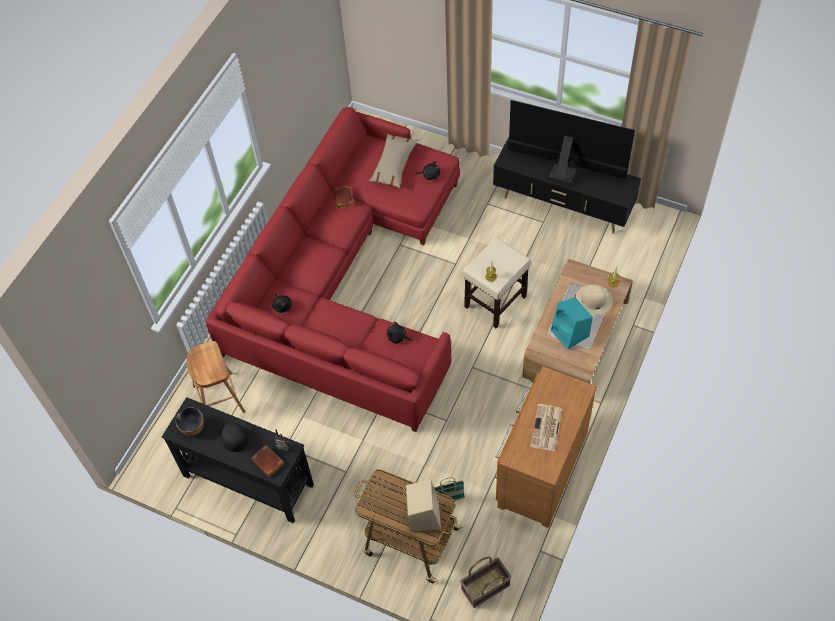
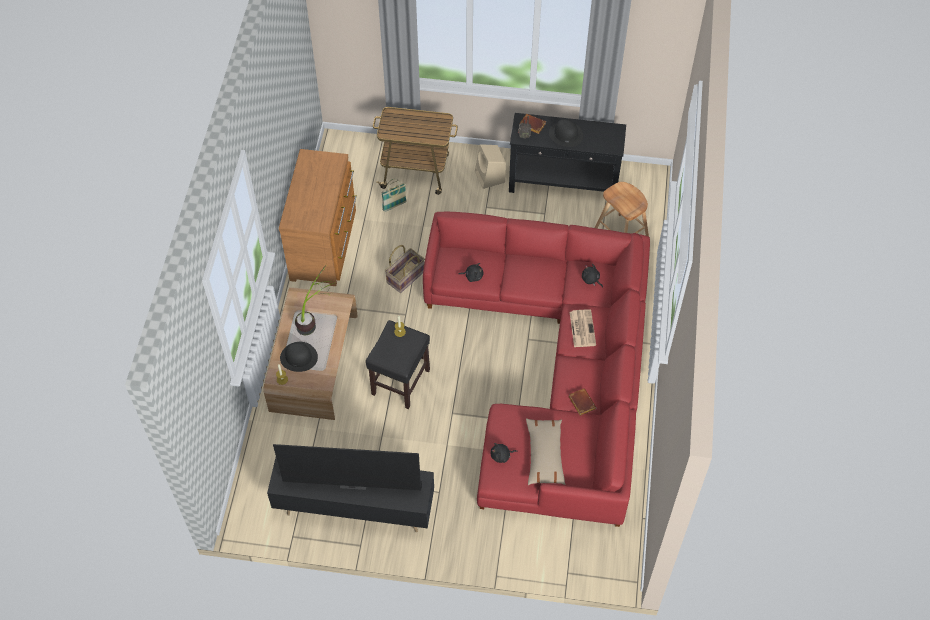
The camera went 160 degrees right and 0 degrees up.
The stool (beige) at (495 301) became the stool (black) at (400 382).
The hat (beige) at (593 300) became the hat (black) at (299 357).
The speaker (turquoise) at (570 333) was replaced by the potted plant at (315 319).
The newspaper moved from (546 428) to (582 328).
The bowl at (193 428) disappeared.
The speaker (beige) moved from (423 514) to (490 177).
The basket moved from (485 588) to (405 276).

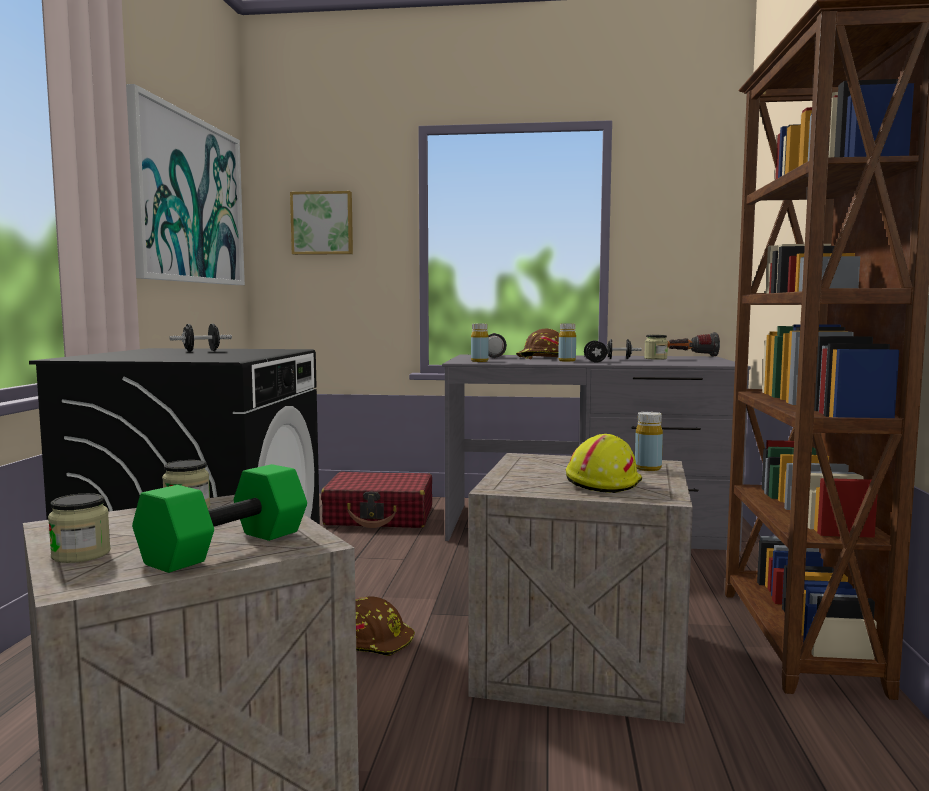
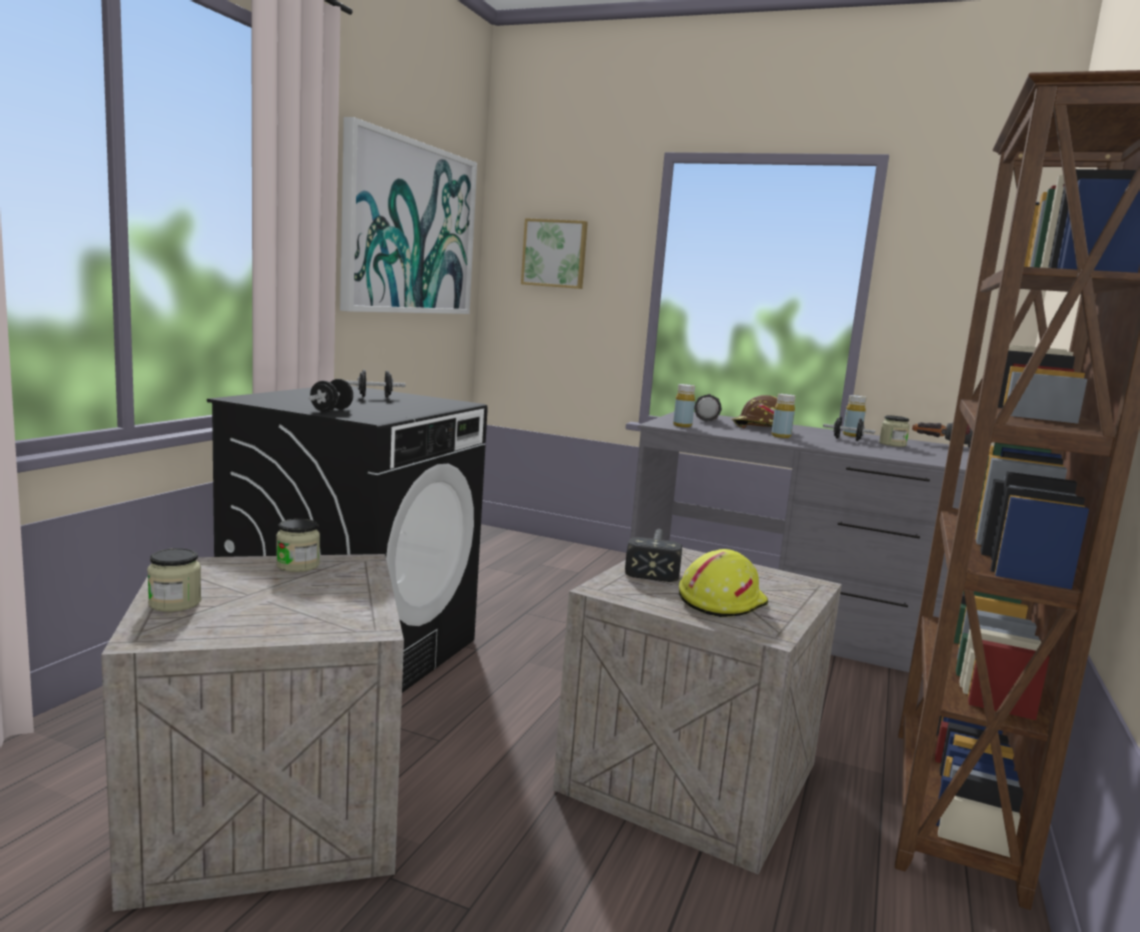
The camera went 15 degrees right and 5 degrees up.
The dumbbell (black) moved from (595 361) to (331 410).
The bottle (yellow) moved from (648 468) to (851 435).
The dumbbell (green) at (225 546) disappeared.
The suitcase (red) at (380 516) disappeared.
The hard hat (brown) at (377 640) disappeared.
The hammer at (654 561) appeared.

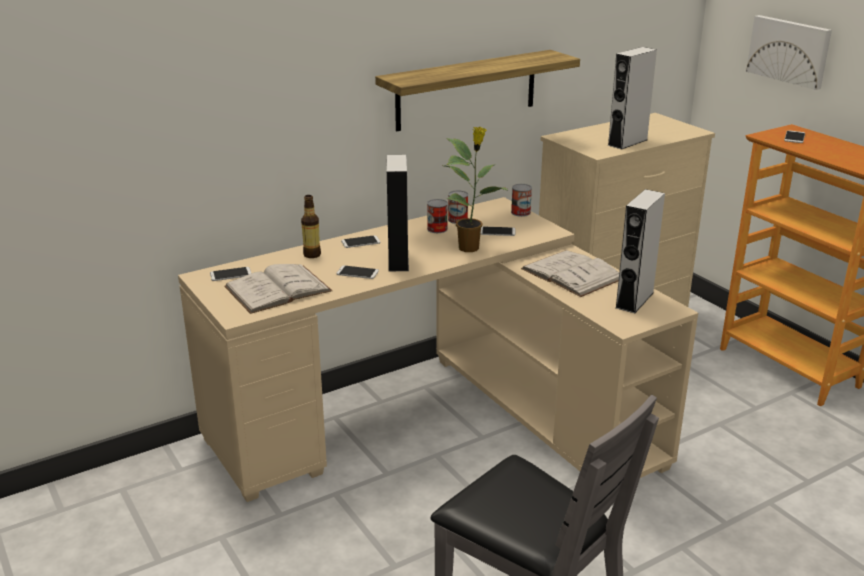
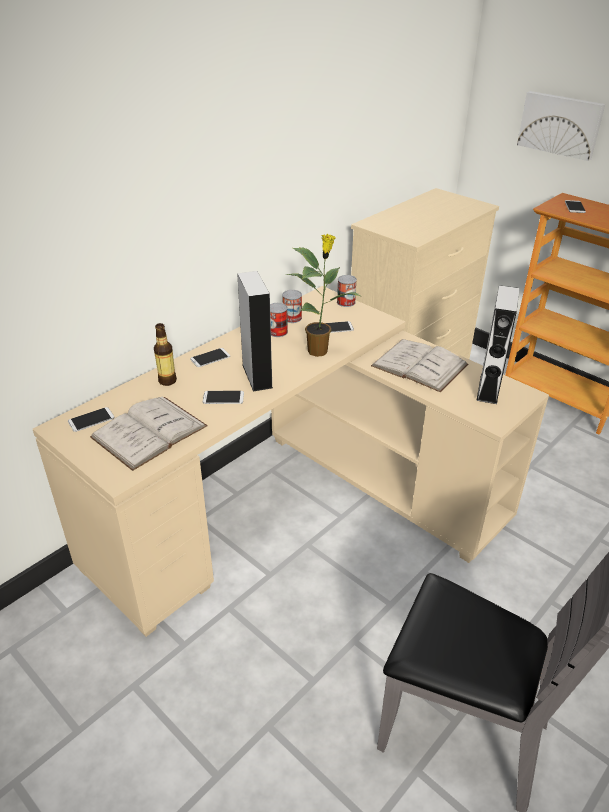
The camera went 15 degrees left and 10 degrees up.
The speaker (grey) at (627 142) disappeared.
The shelf at (466 90) disappeared.

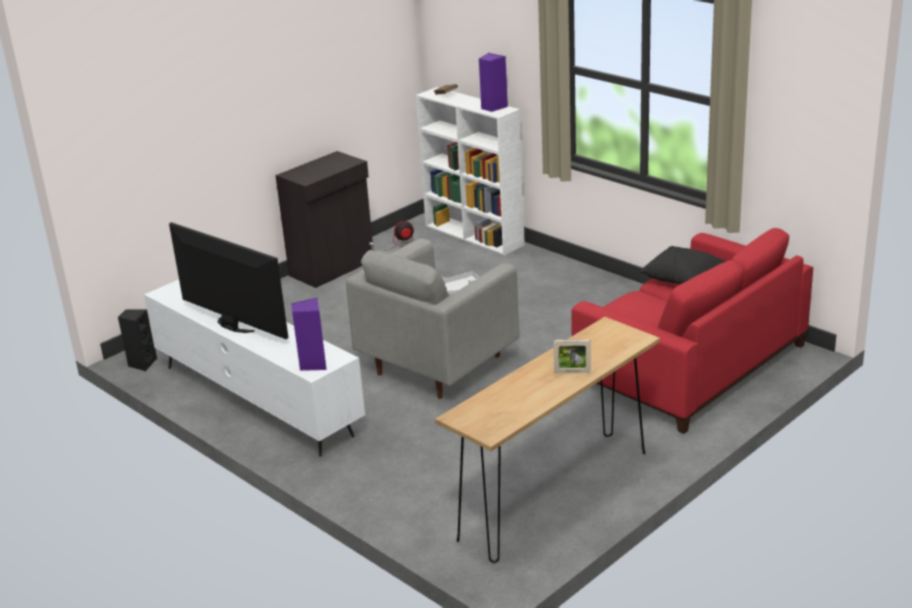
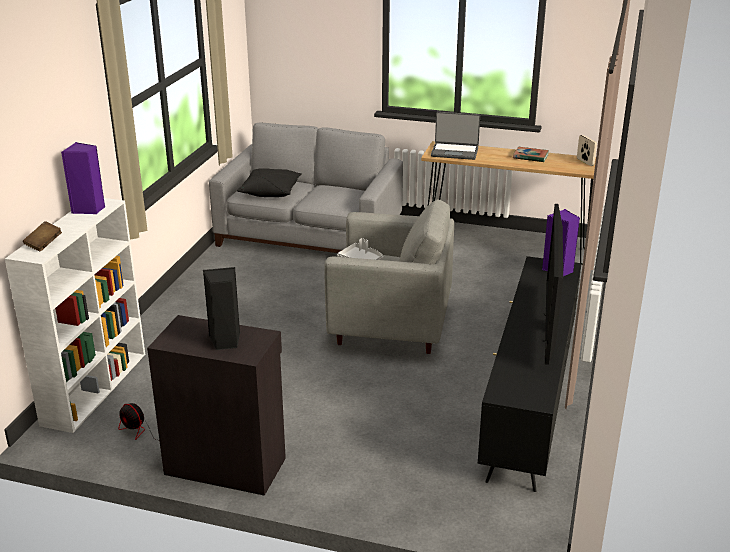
The camera went 120 degrees left and 0 degrees up.
The sofa (red) at (689 365) became the sofa (grey) at (309 235).
The tv stand (white) at (258 400) became the tv stand (black) at (529 402).
The speaker (black) moved from (142 364) to (225 341).
The picture frame moved from (572 372) to (585 162).
The laptop at (455 152) appeared.
The book at (530 157) appeared.

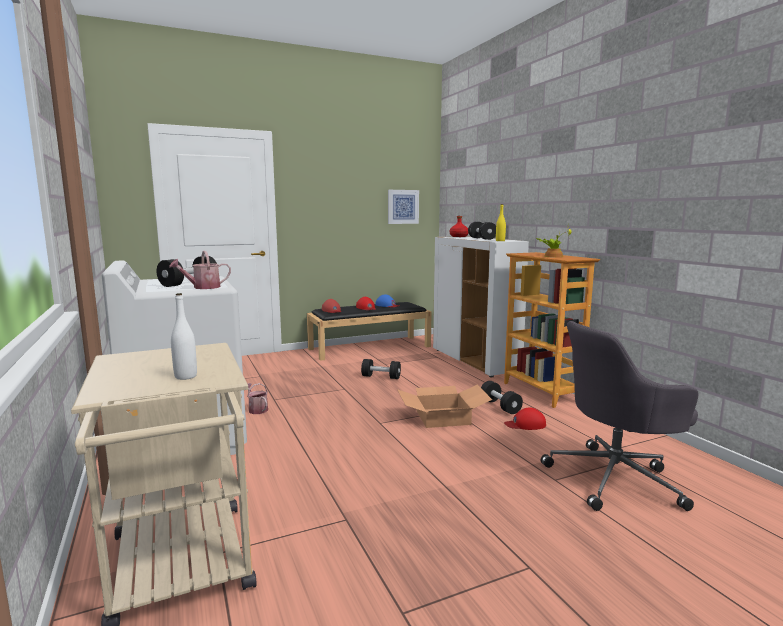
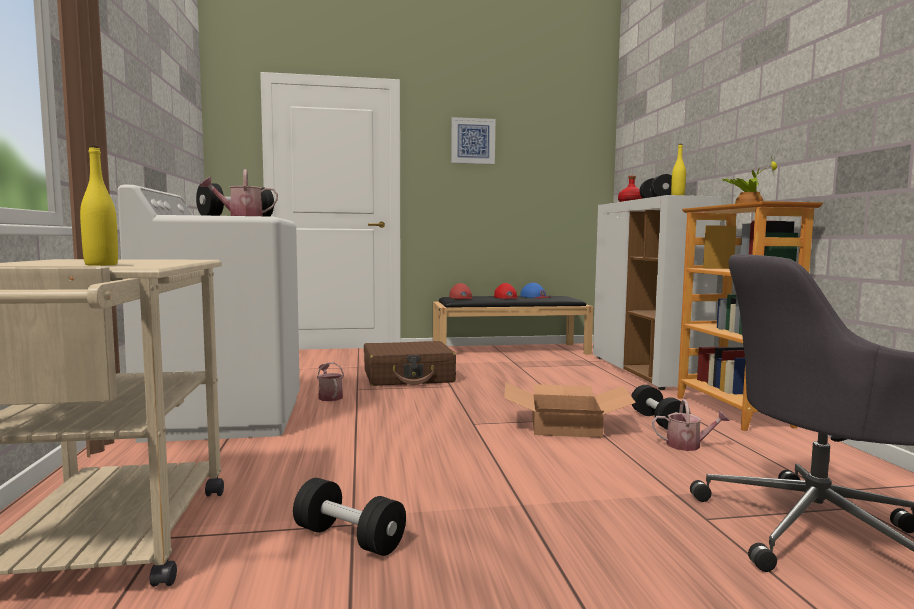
The camera went 15 degrees right and 5 degrees down.
The picture moved from (403 206) to (472 141).
The bottle (white) at (185 376) became the bottle (yellow) at (101 264).
The dumbbell (black) moved from (381 377) to (349 538).
The cap (red) at (525 424) was replaced by the watering can at (688 445).
The suitcase (brown) at (408 377) appeared.

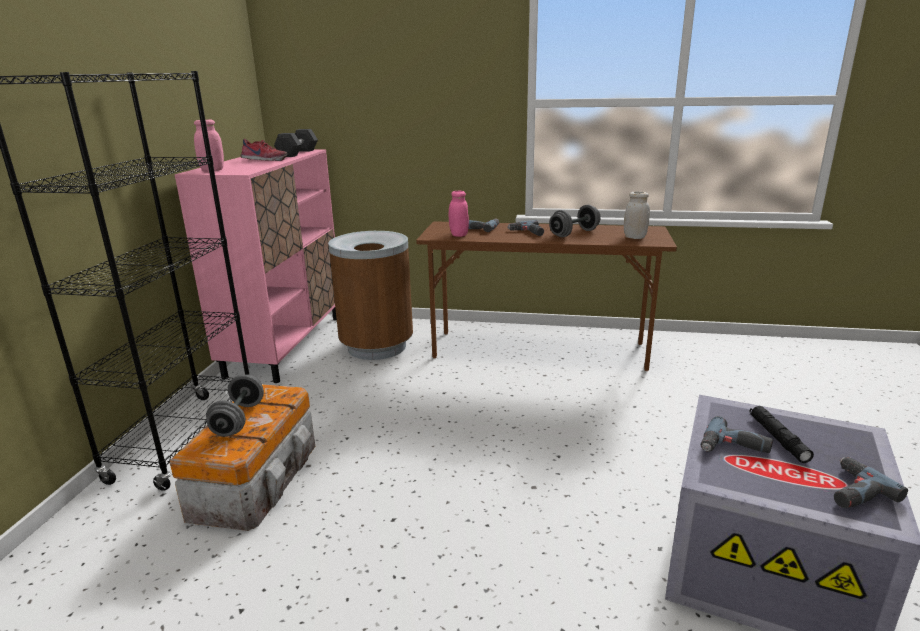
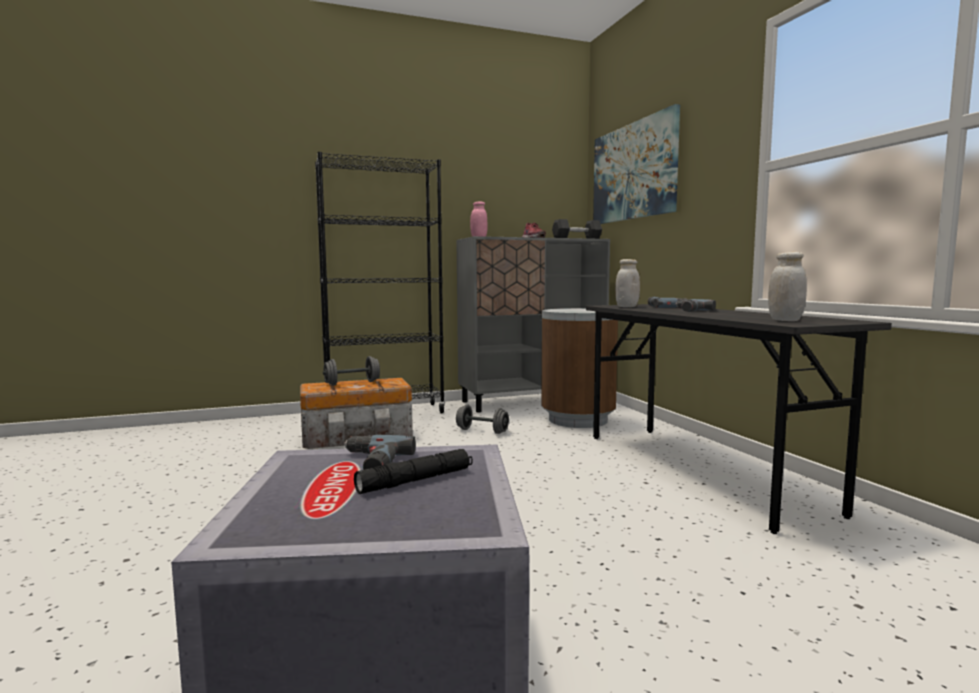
The camera went 60 degrees right and 15 degrees down.
The cabinet (pink) at (286 345) became the cabinet (grey) at (532 401).
The jar (pink) at (459 235) became the jar (white) at (627 307).
The dumbbell (grey) moved from (574 233) to (482 431).
The desk (brown) at (539 350) became the desk (grey) at (698 470).
The power drill at (851 490) disappeared.
The picture at (633 172) appeared.

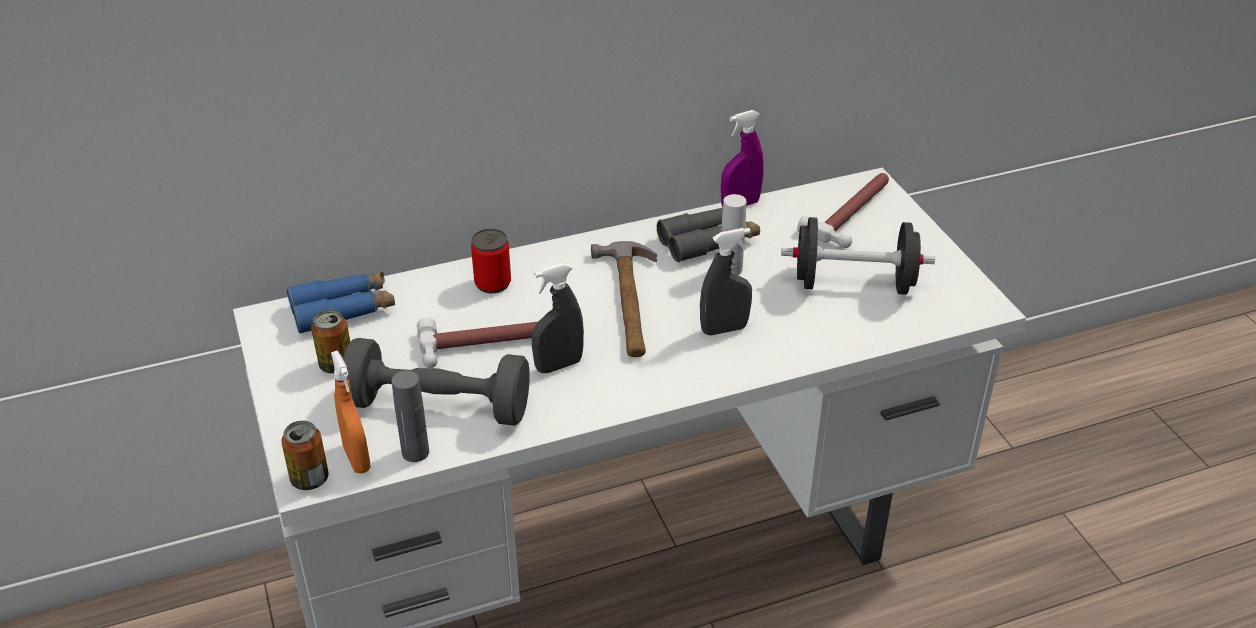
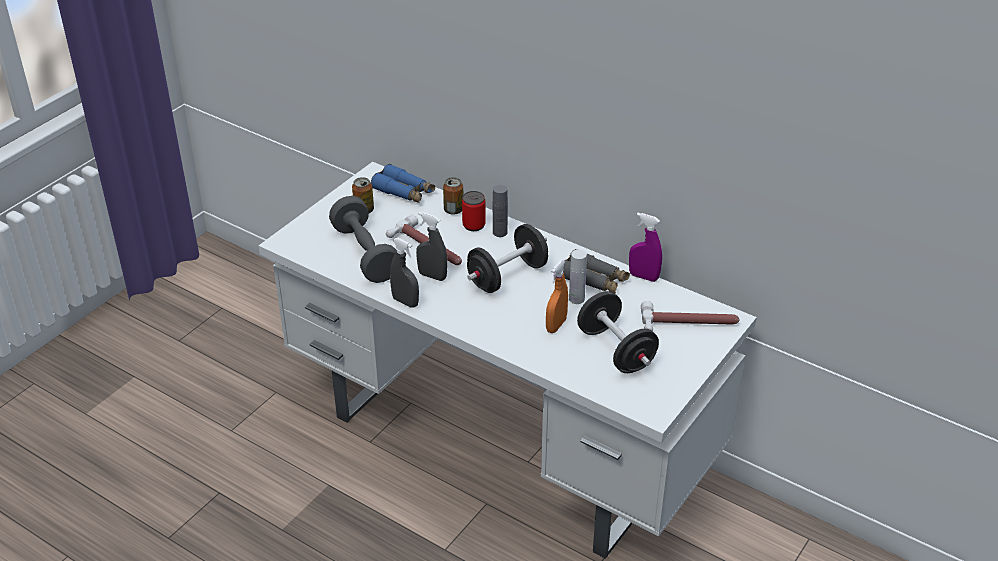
The camera went 55 degrees right and 0 degrees up.
The spray bottle (grey) moved from (724 329) to (405 302).
The hammer at (629 302) was replaced by the dumbbell (black) at (507 276).
The spray bottle (orange) moved from (357 459) to (556 325).
The bottle (grey) moved from (415 452) to (500 232).
The can moved from (310 479) to (453 210).

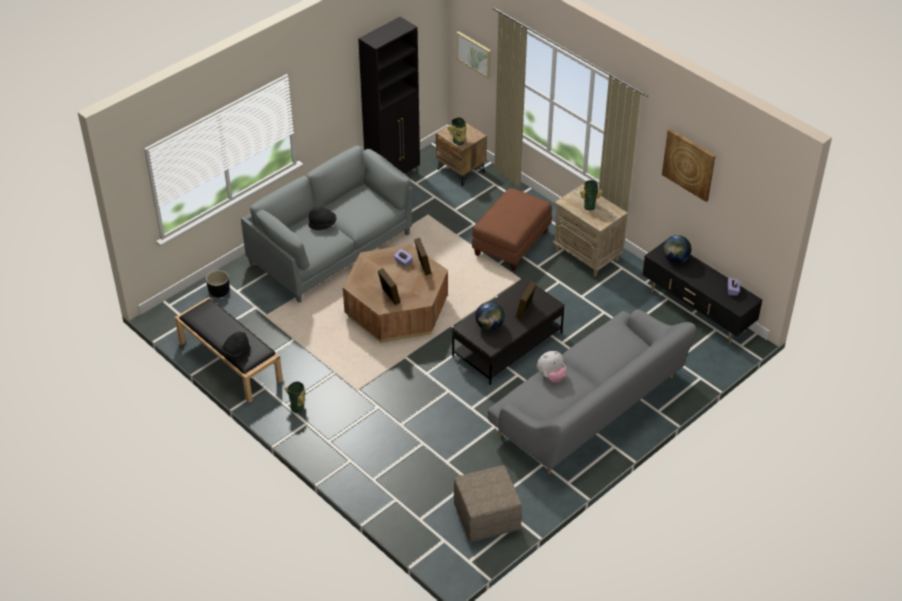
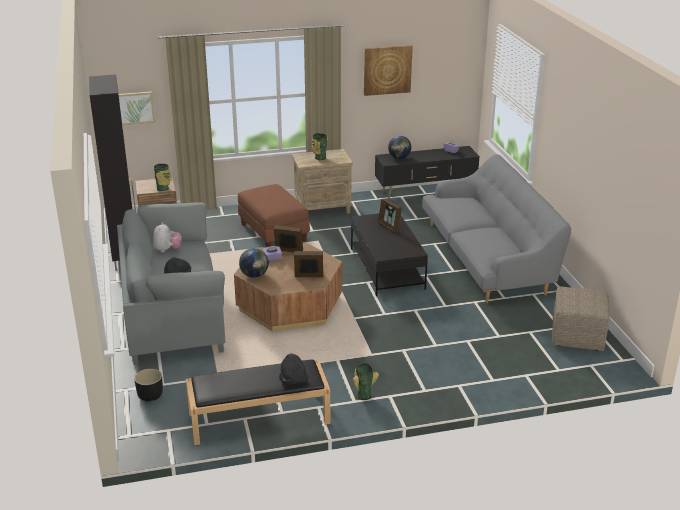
The camera went 60 degrees left and 15 degrees down.
The globe moved from (489 326) to (254 275).
The plush toy moved from (551 376) to (167 250).

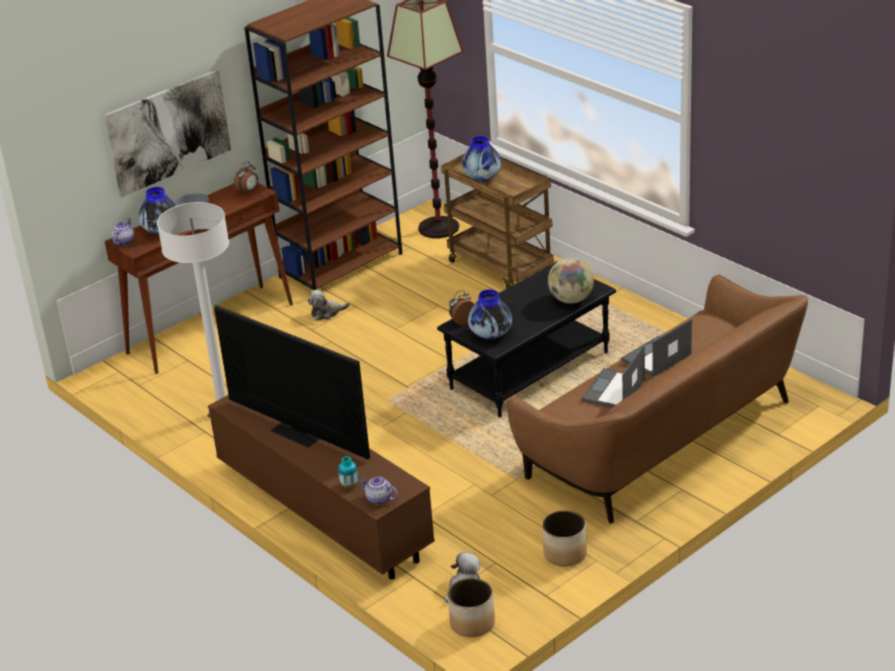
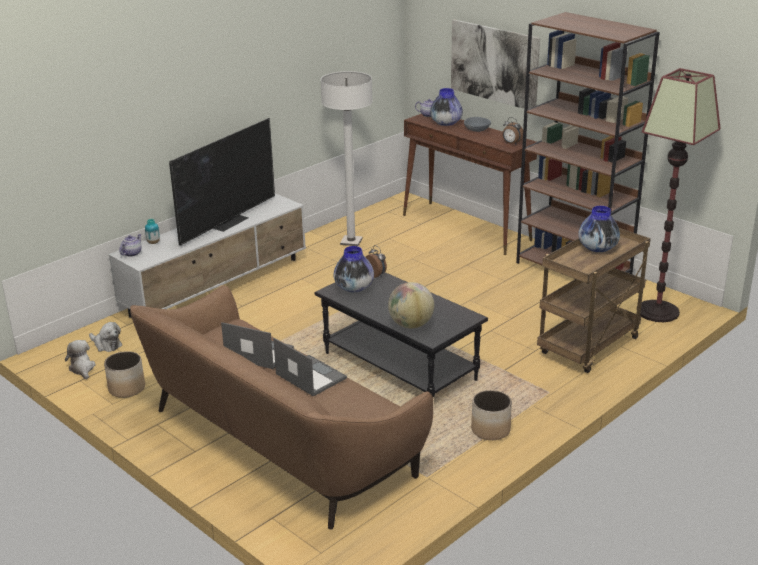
The camera went 85 degrees right and 5 degrees down.
The plush toy moved from (327 313) to (82 368).
The tv stand (brown) at (323 511) became the tv stand (white) at (217 286).
The planter moved from (472 623) to (490 430).

